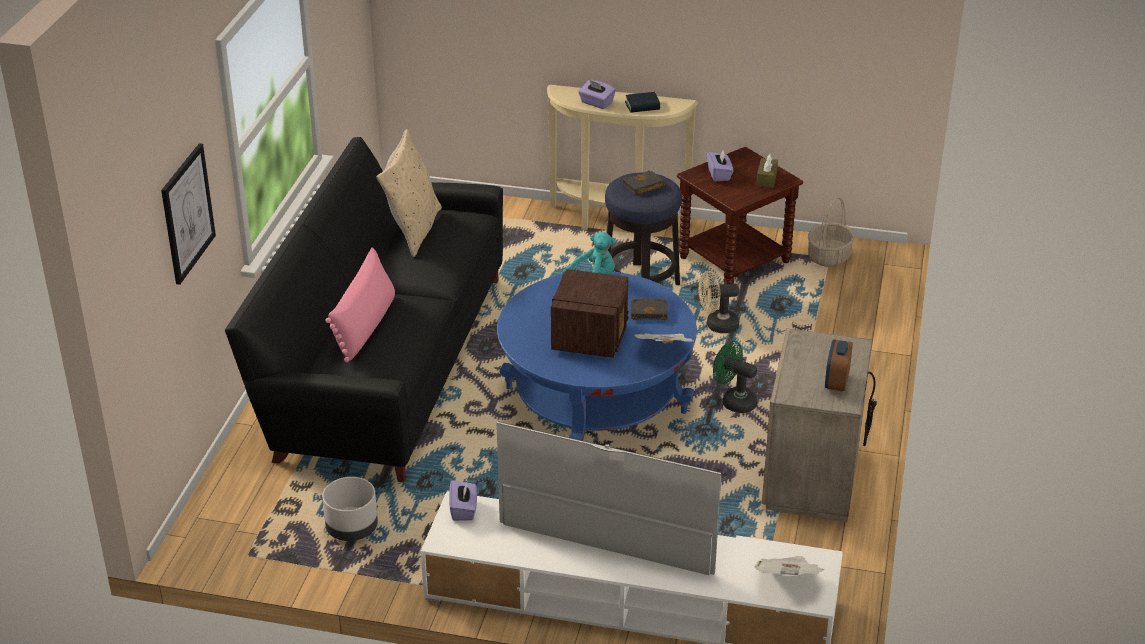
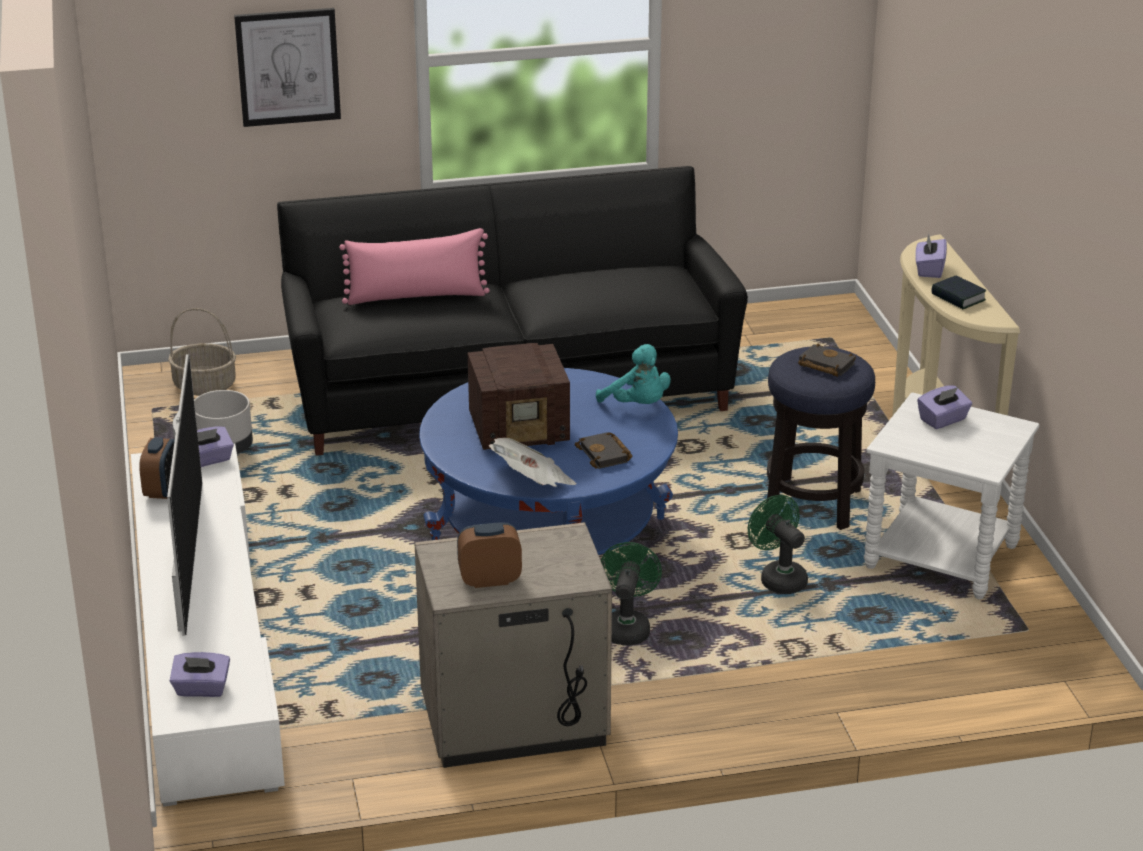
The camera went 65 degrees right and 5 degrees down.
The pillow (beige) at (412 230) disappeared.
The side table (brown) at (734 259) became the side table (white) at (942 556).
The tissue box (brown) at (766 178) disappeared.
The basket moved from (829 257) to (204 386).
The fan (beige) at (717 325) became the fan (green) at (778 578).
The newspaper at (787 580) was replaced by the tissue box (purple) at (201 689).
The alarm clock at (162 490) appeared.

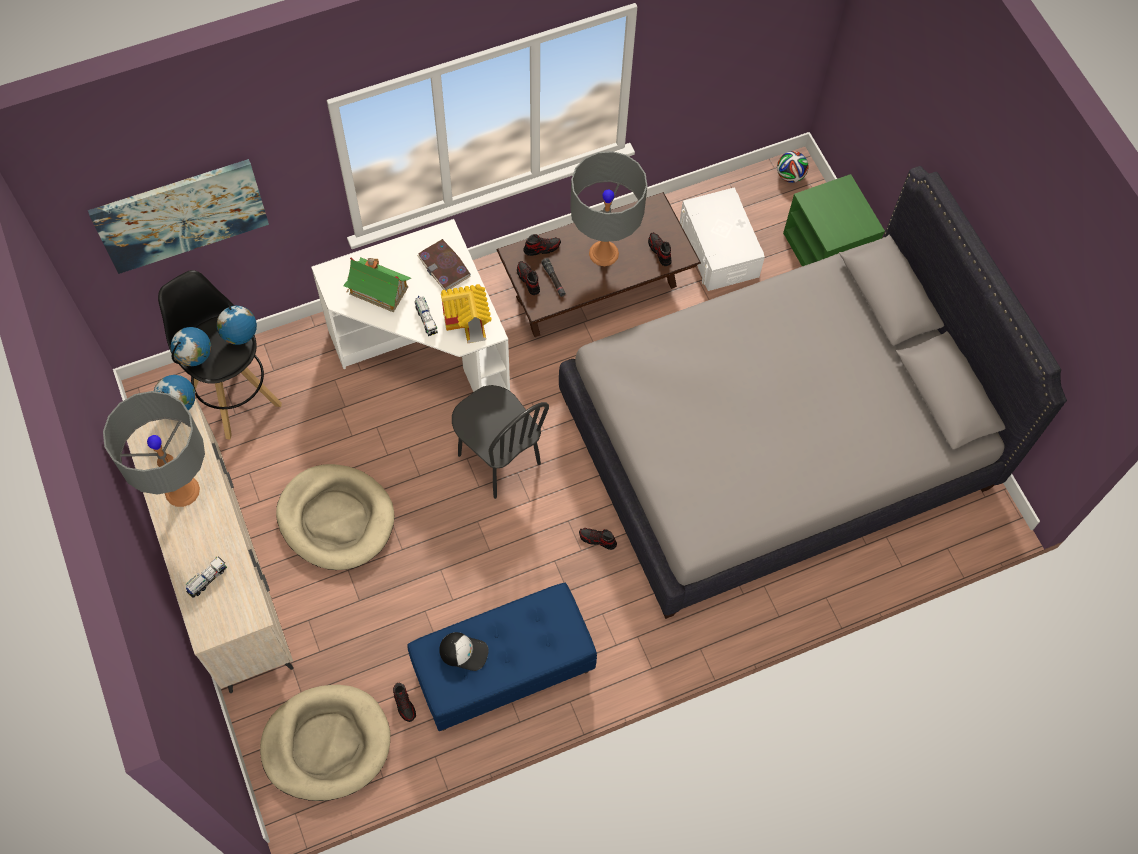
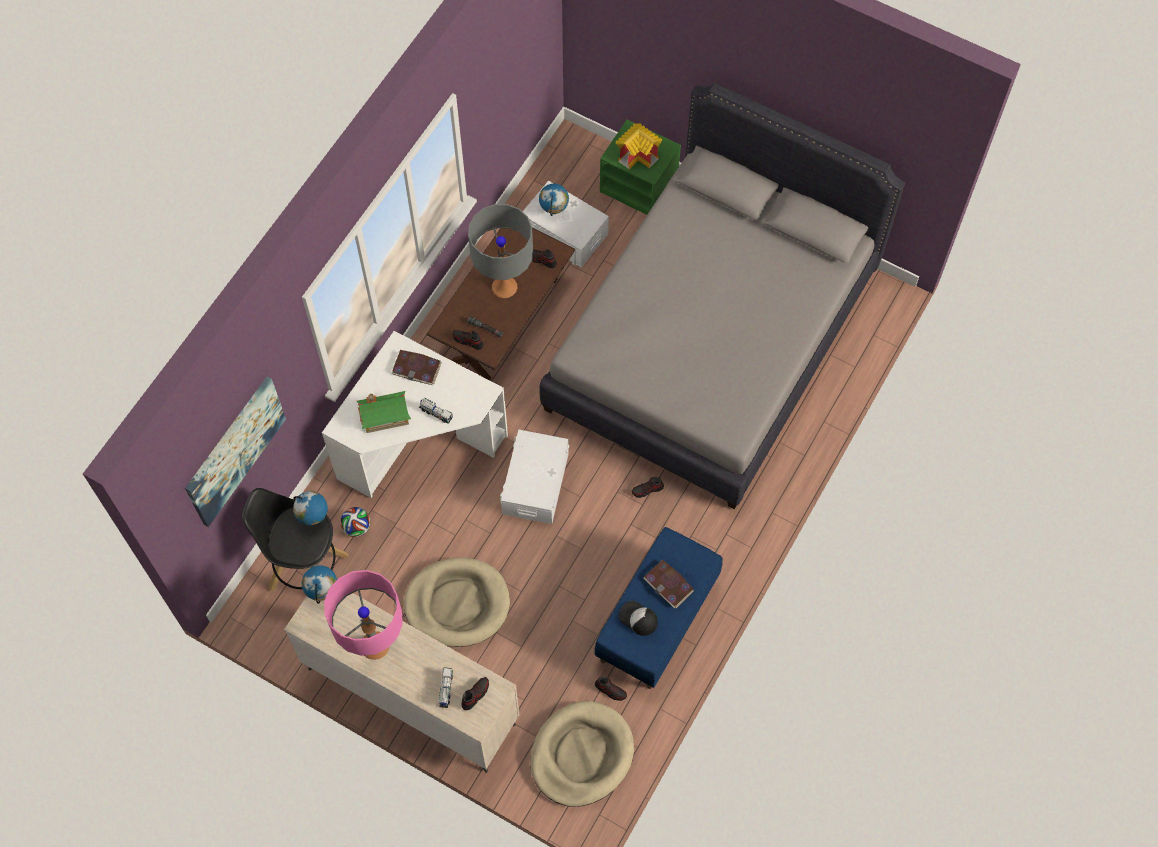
The camera went 35 degrees left and 0 degrees up.
The football moved from (790 176) to (357 527).
The shoe moved from (542 248) to (475 694).
The toy house moved from (469 323) to (639 156).
The globe moved from (197 360) to (554 210).
The chair (black) at (498 460) was replaced by the storage box (white) at (535 484).
The table lamp (grey) at (182 490) became the table lamp (pink) at (374 645).
The cap at (464 651) turned 120 degrees counterclockwise.
The book at (668 584) appeared.

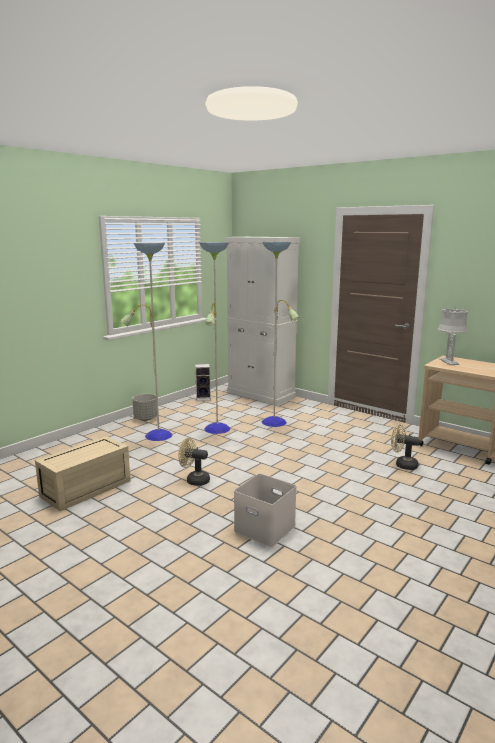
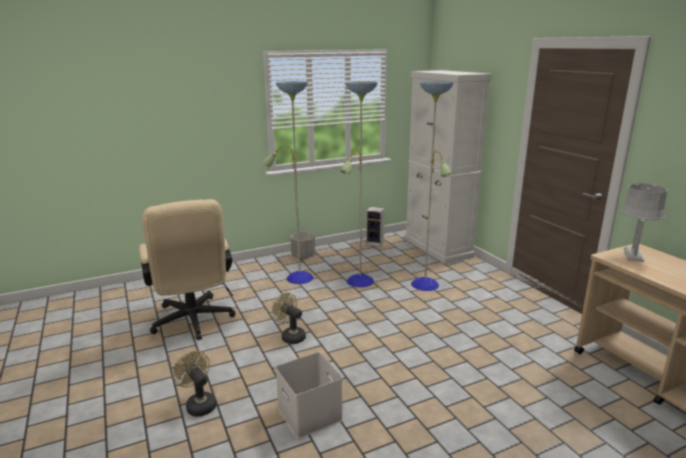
The camera went 25 degrees right and 5 degrees up.
The fan (beige) moved from (402 465) to (199 404).
The storage box (beige) at (85 489) was replaced by the office chair (beige) at (193 322).

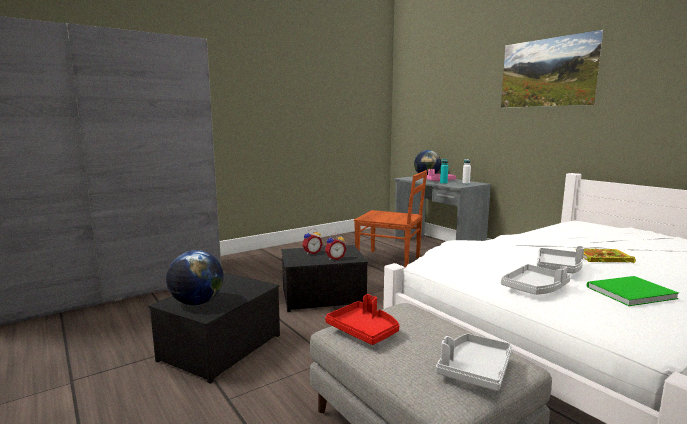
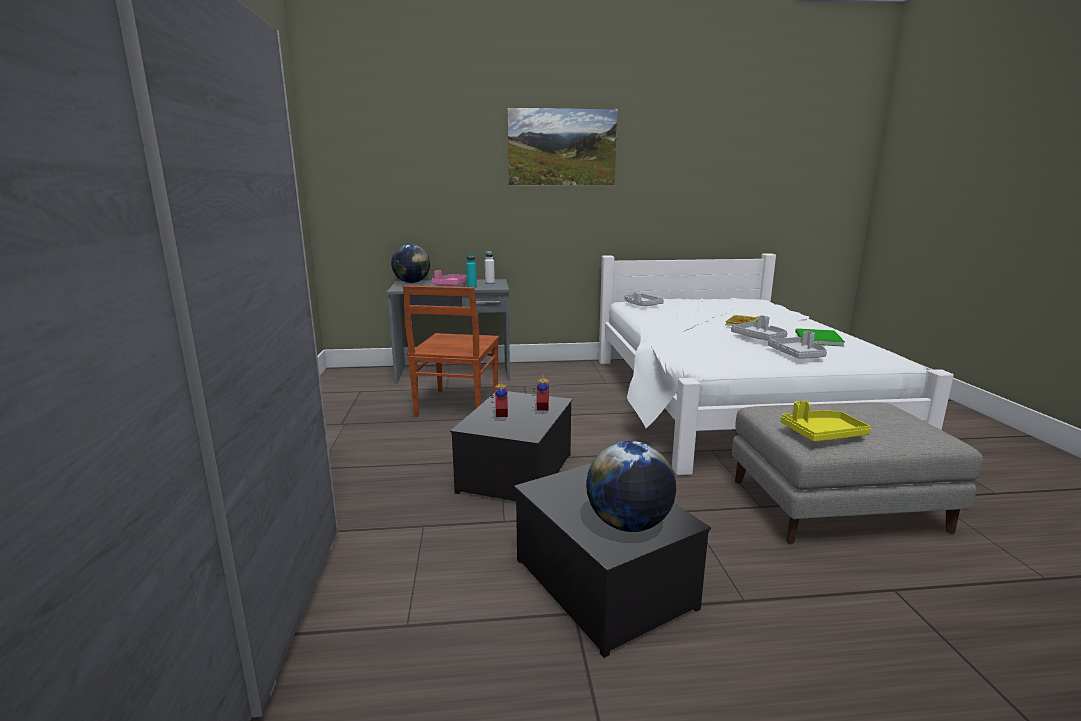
The camera went 60 degrees left and 5 degrees up.
The chair (brown) at (390 260) turned 135 degrees clockwise.
The tray (red) at (364 330) became the tray (yellow) at (822 434).
The tray (grey) moved from (474 370) to (641 305).

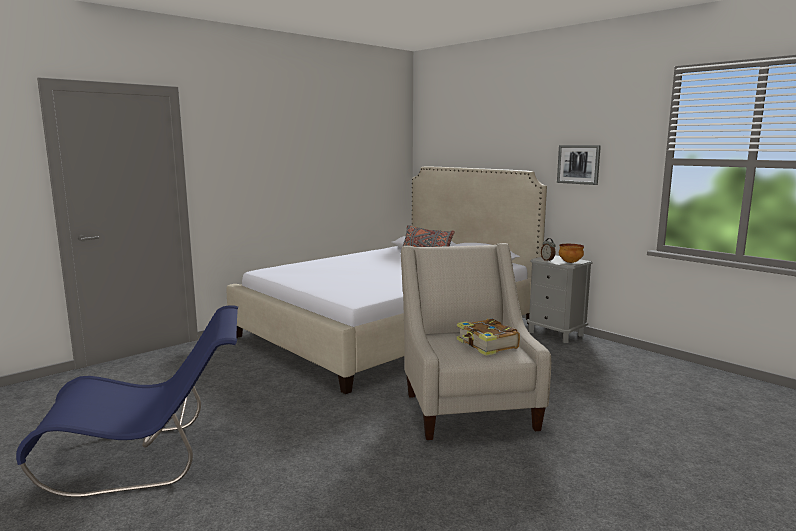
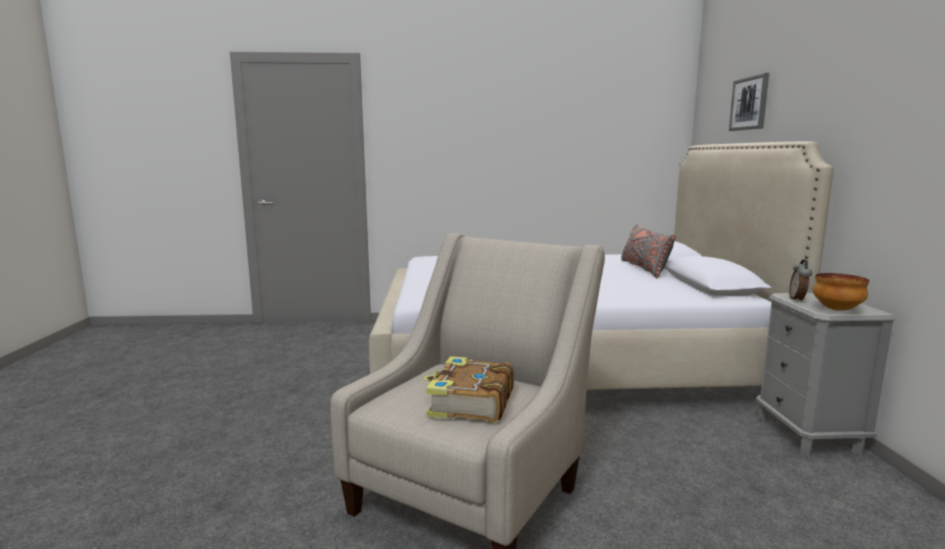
The camera went 40 degrees right and 0 degrees up.
The picture moved from (578 164) to (749 103).
The chair (blue) at (149 458) disappeared.

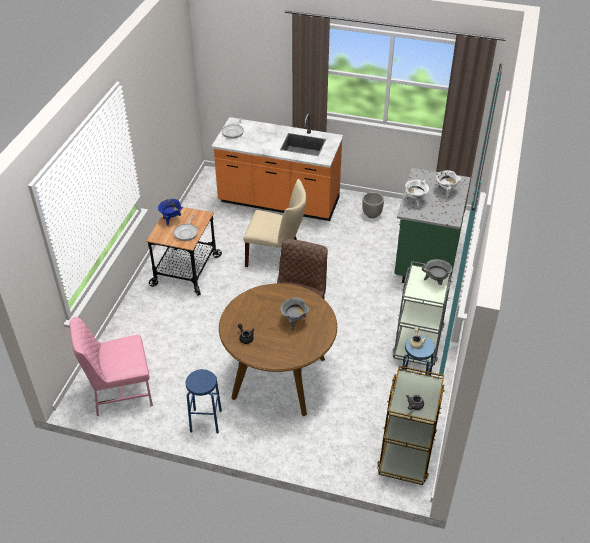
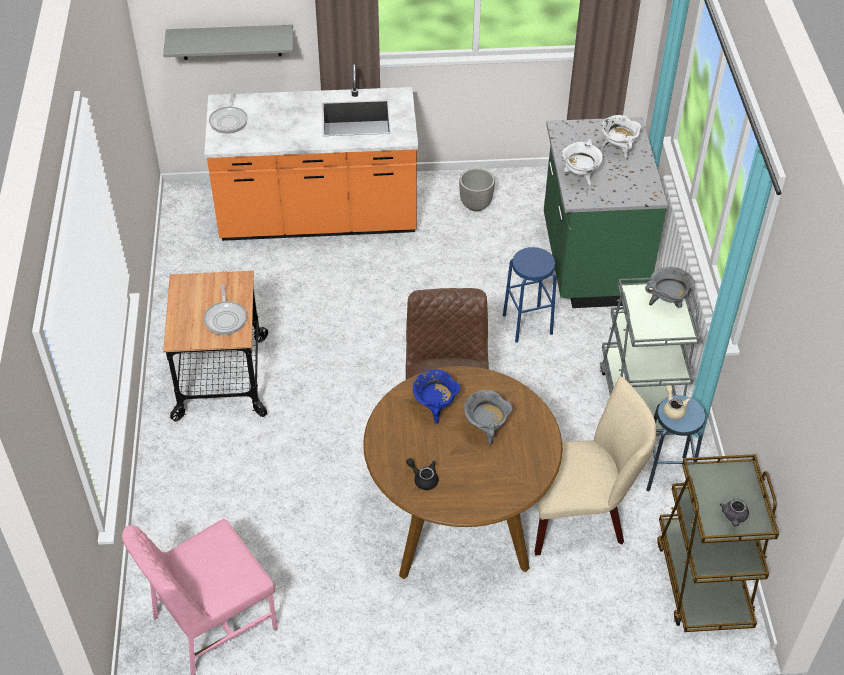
The camera went 20 degrees left and 5 degrees up.
The chair (beige) moved from (277 257) to (580 515).
The cooking pot (blue) moved from (171 219) to (435 408).
The stool (blue) moved from (205 421) to (527 324).
The shelf (grey) at (231 42) appeared.

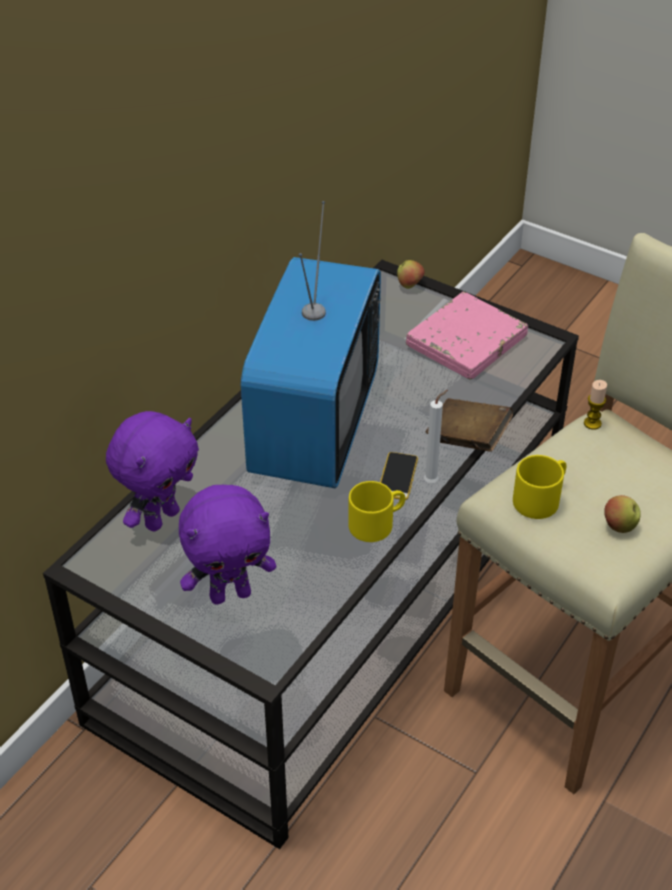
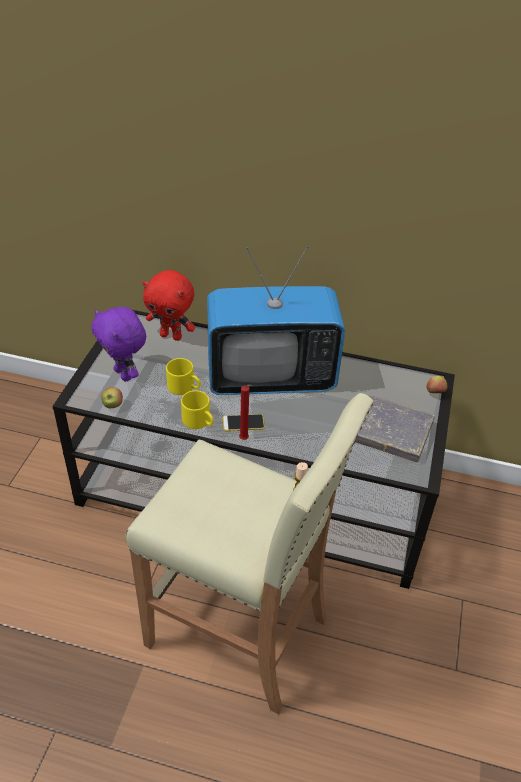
The camera went 70 degrees right and 0 degrees up.
The book (pink) at (466 341) became the book (grey) at (392 432).
The candle (white) at (433 481) became the candle (red) at (245 439).
The book (brown) at (467 439) disappeared.
The plush toy (purple) at (161 518) became the plush toy (red) at (171 336).
The mug (yellow) moved from (540 497) to (185 387).
The apple moved from (619 526) to (112 405).

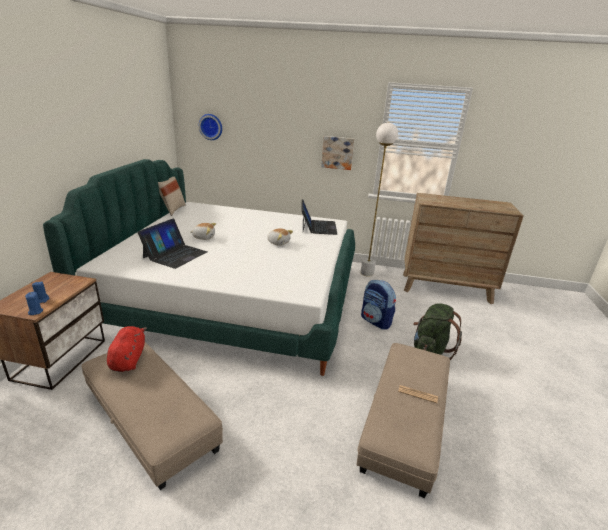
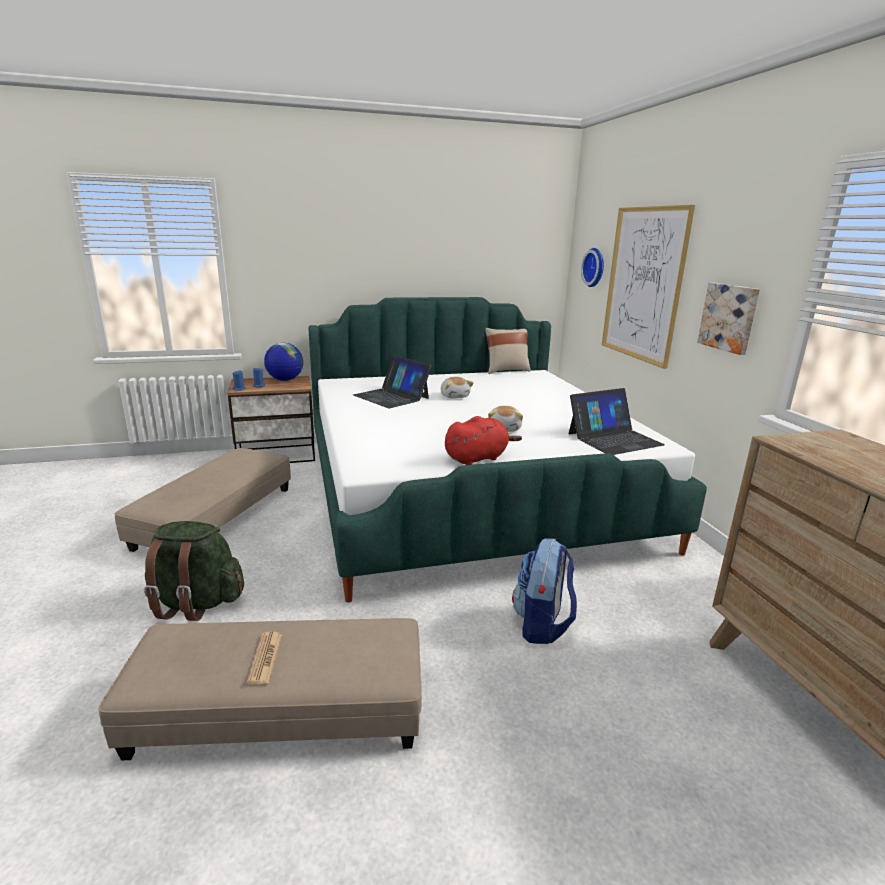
The camera went 65 degrees right and 5 degrees down.
The floor lamp (white) at (367 273) disappeared.
The laptop at (175 254) turned 45 degrees clockwise.
The backpack (green) moved from (430 351) to (196 603).
The plush toy (red) moved from (128 359) to (478 458).
The picture at (643 284) appeared.
The globe at (285 380) appeared.

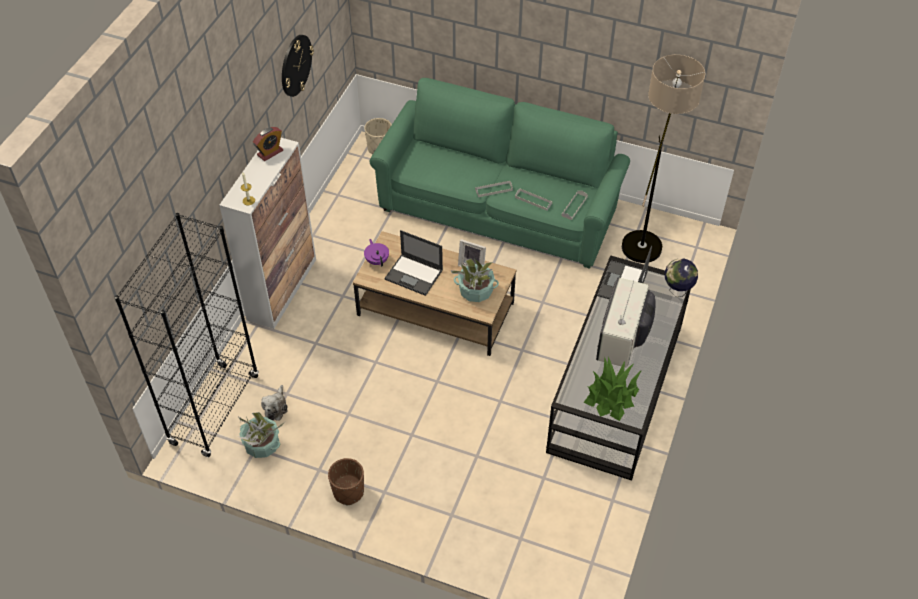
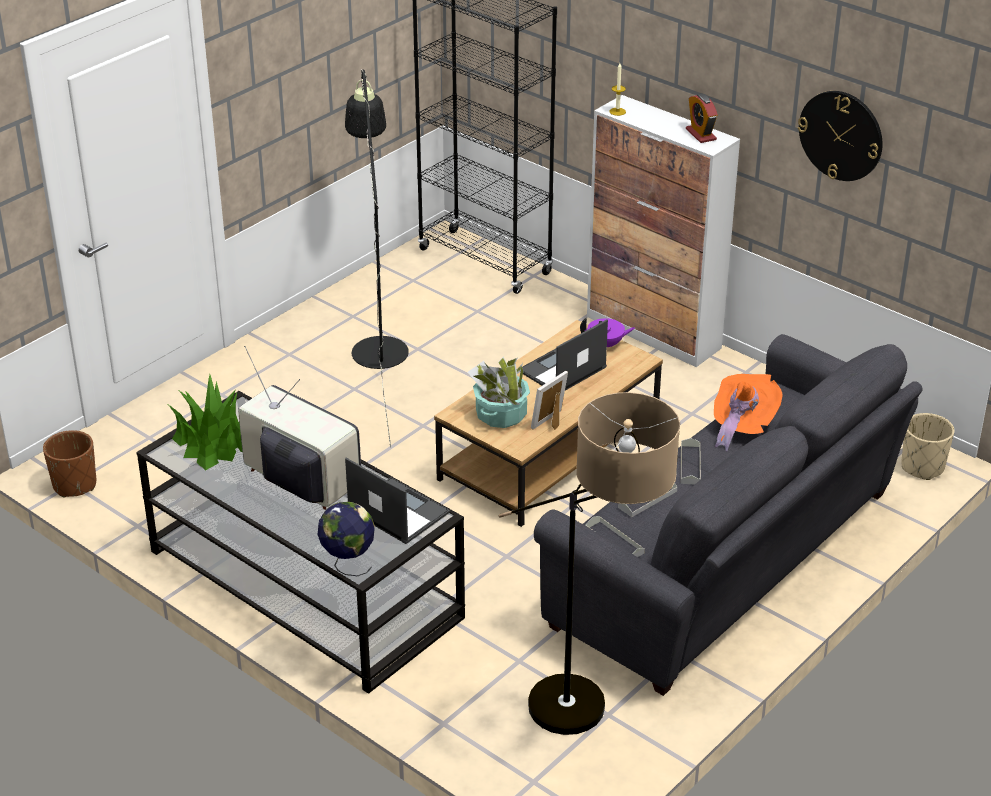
The camera went 110 degrees right and 15 degrees down.
The sofa (green) at (500 208) became the sofa (grey) at (731 563).
The plush toy at (276 407) disappeared.
The potted plant at (262 444) disappeared.
The planter (brown) moved from (348 492) to (75 485).
The floor lamp (black) at (378 343) appeared.
The hat (orange) at (741 425) appeared.

